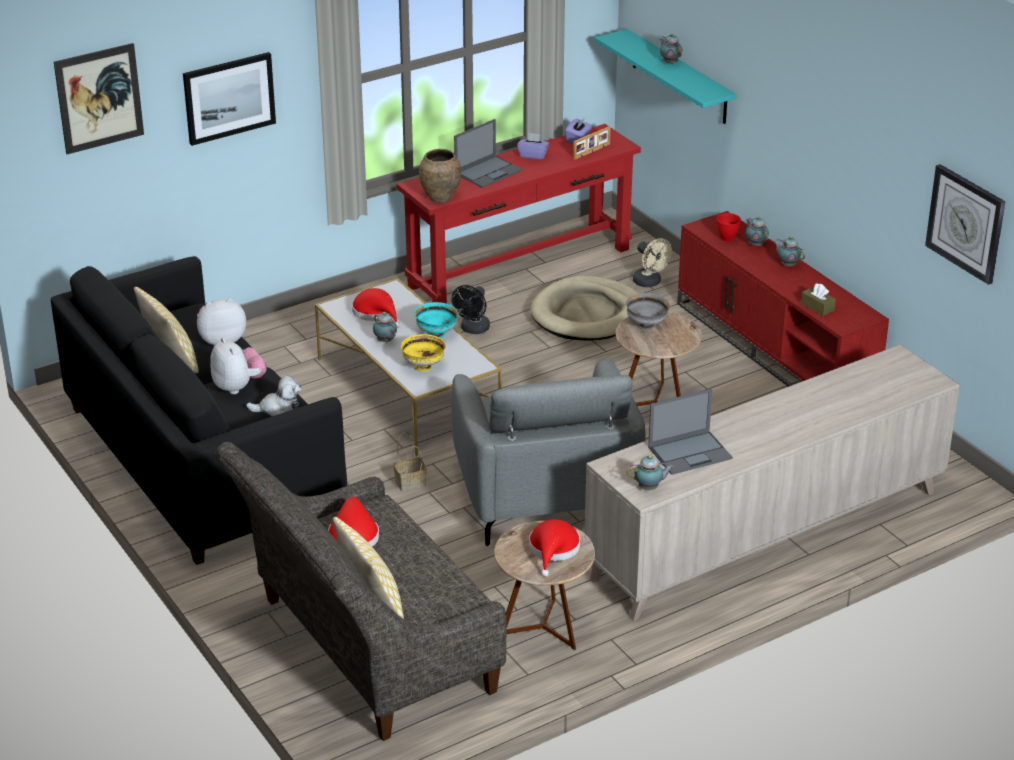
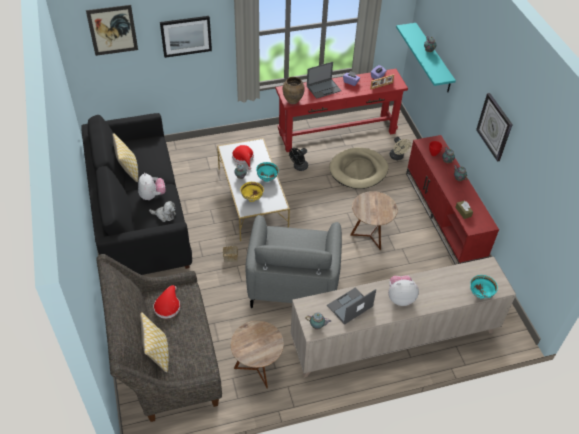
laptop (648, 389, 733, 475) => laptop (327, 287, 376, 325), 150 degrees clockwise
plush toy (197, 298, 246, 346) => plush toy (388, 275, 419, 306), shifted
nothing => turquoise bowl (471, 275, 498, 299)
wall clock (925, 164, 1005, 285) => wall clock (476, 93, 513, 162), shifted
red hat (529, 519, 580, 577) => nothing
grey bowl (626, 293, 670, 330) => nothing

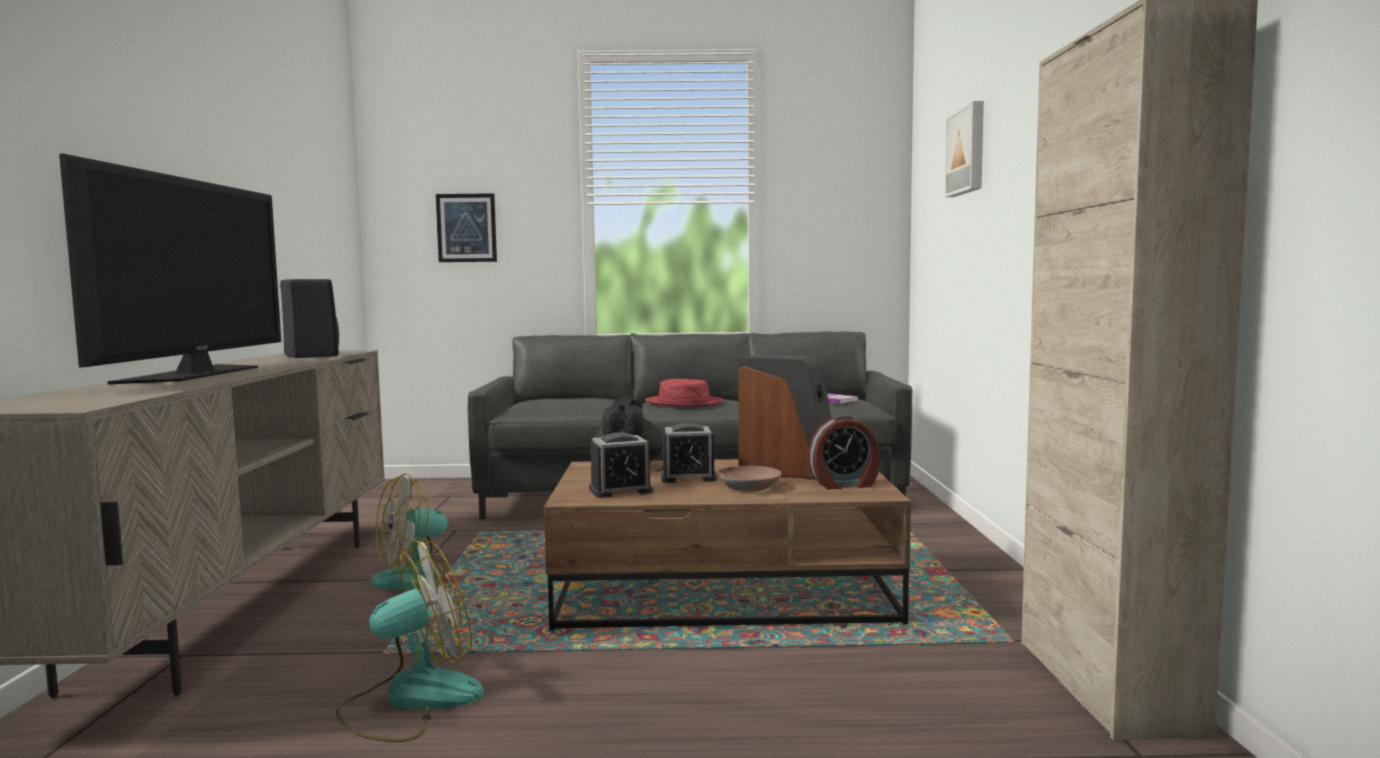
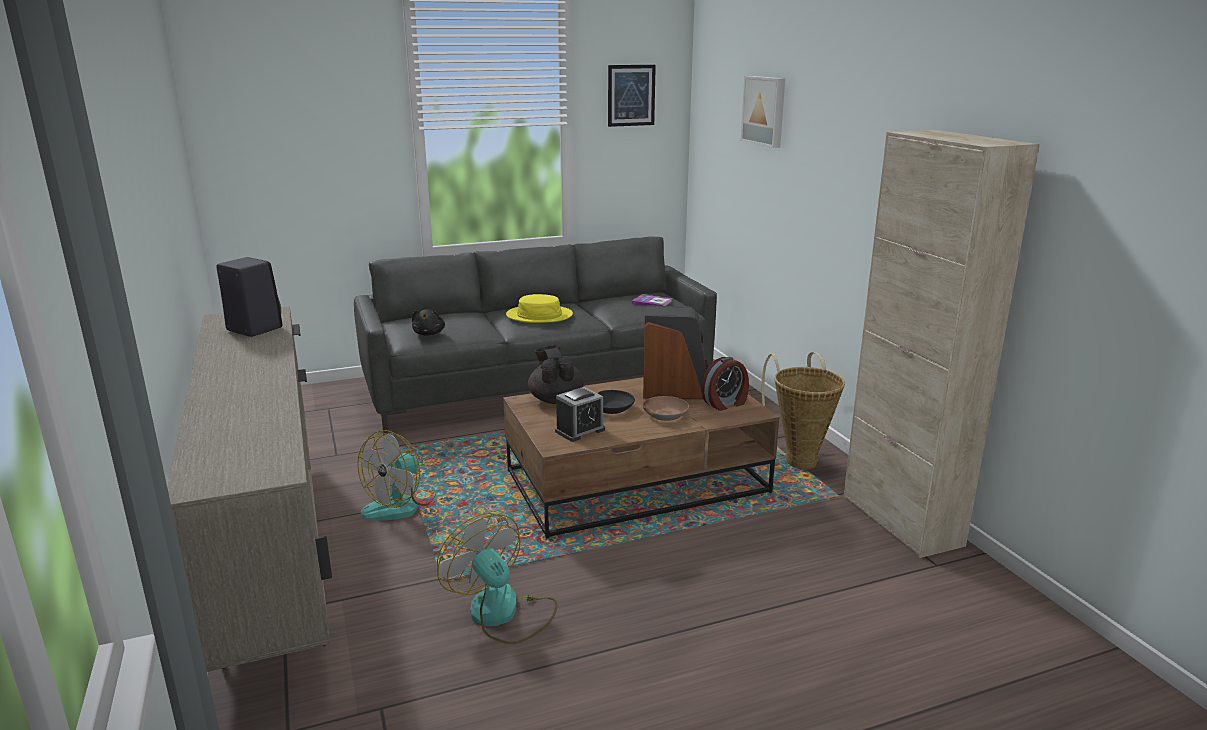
nothing => black plush toy (412, 309, 445, 336)
fan (336, 539, 484, 742) => fan (437, 513, 558, 644), 75 degrees counterclockwise
red hat (645, 379, 724, 406) => yellow hat (506, 294, 573, 323)
alarm clock (661, 423, 717, 483) => black bowl (598, 390, 635, 414)
picture (436, 193, 497, 262) => picture (608, 65, 656, 127), shifted
nothing => basket (762, 352, 845, 470)
television (59, 154, 281, 384) => nothing

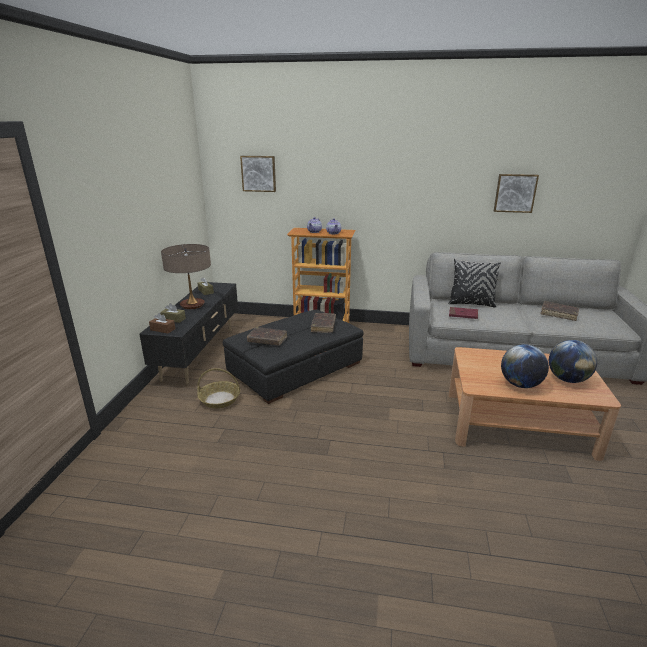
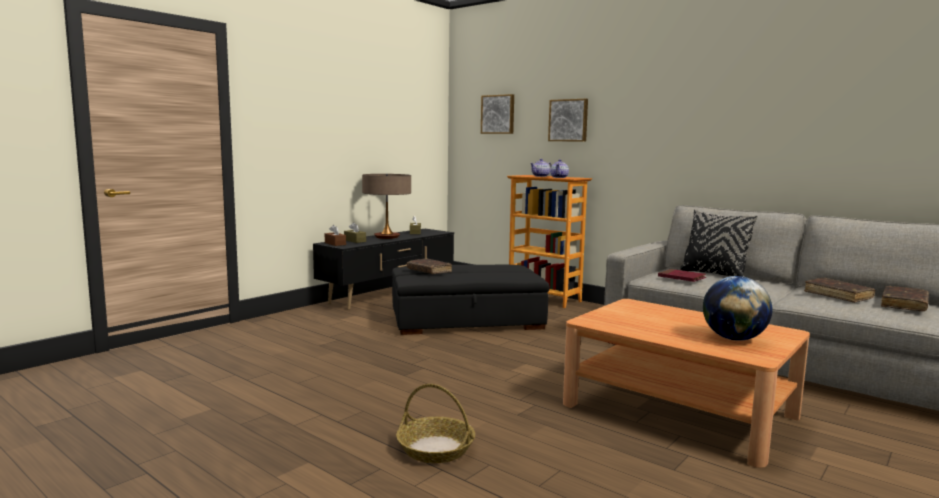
basket (197, 368, 240, 408) => basket (396, 384, 475, 463), shifted
picture (494, 174, 539, 213) => picture (548, 99, 588, 142), shifted
brown book (311, 313, 336, 333) => brown book (881, 286, 929, 311), shifted
globe (501, 344, 549, 388) => nothing

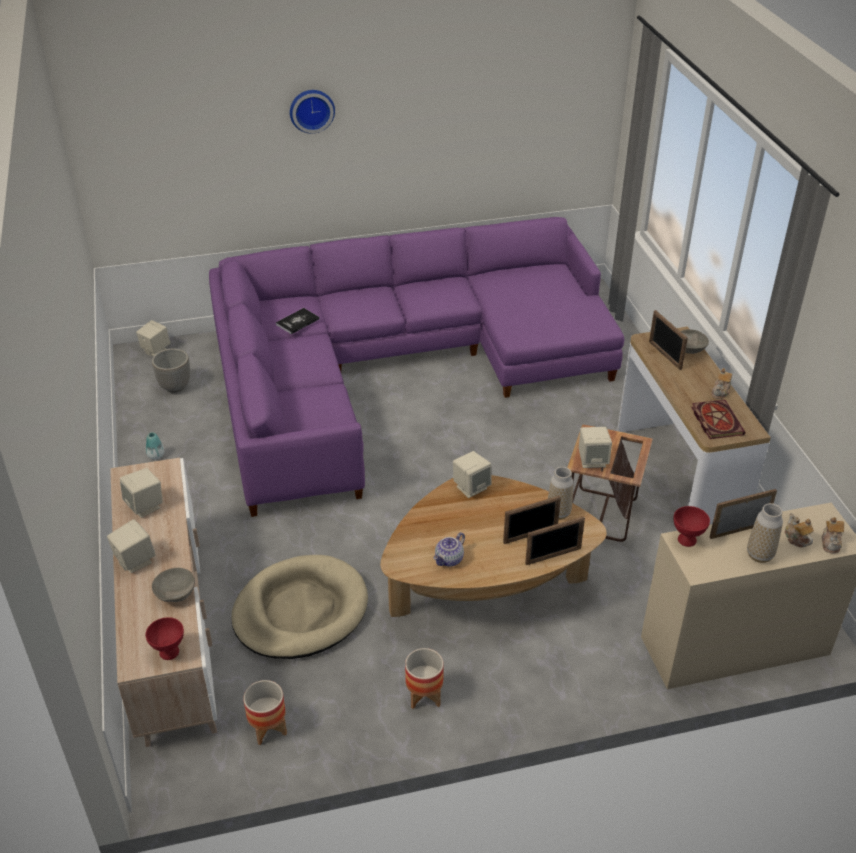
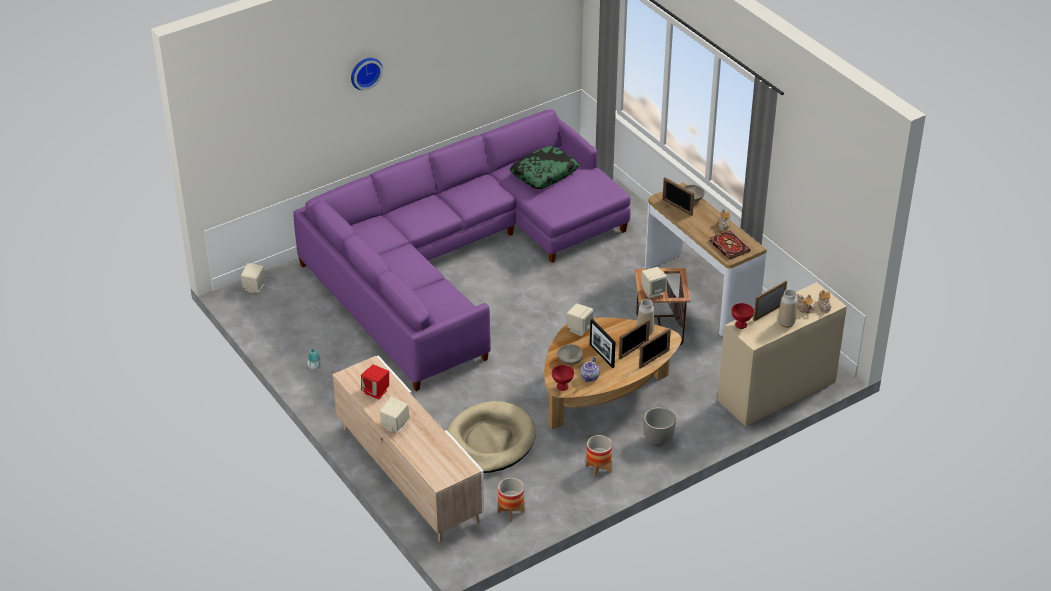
beige speaker (120, 468, 163, 518) => red speaker (361, 365, 389, 399)
nothing => pillow (509, 146, 580, 189)
red bowl (146, 617, 184, 660) => red bowl (552, 365, 574, 391), shifted
grey bowl (152, 568, 195, 602) => grey bowl (557, 344, 583, 365), shifted
nothing => picture frame (590, 319, 615, 368)
planter (152, 348, 190, 393) => planter (643, 407, 676, 446), shifted
book (276, 308, 320, 334) => nothing

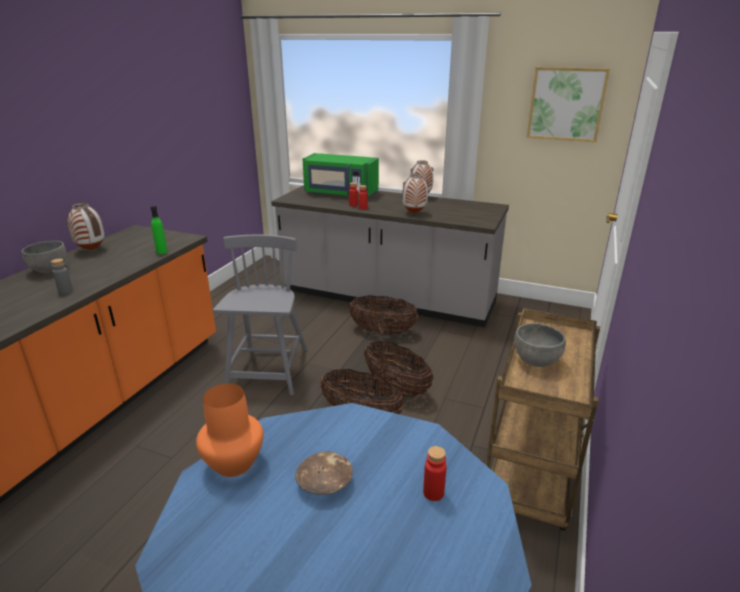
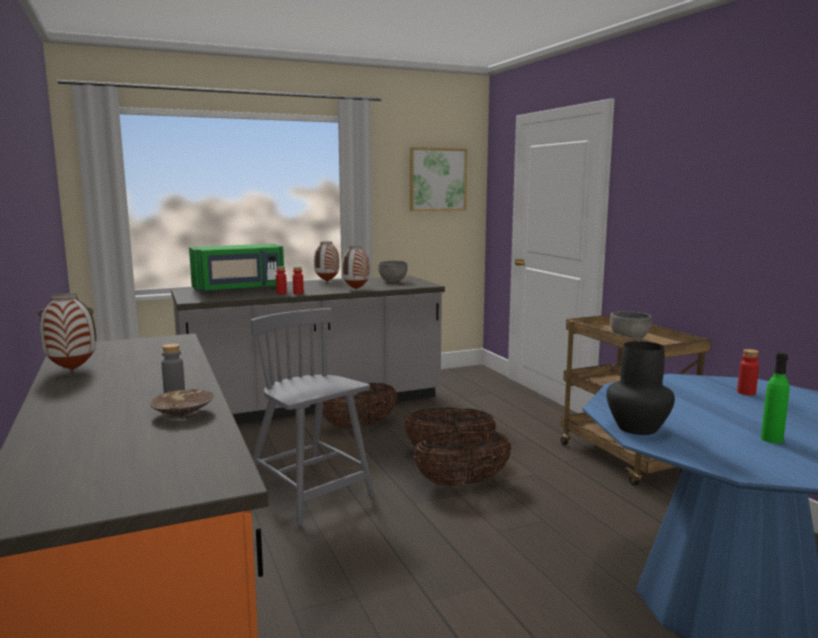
brown bowl (295, 451, 353, 495) => brown bowl (150, 389, 214, 419), shifted
grey bowl (21, 241, 66, 273) => grey bowl (378, 260, 408, 282), shifted
orange vase (196, 384, 263, 477) => black vase (606, 341, 675, 435)
green bottle (151, 206, 168, 254) => green bottle (761, 352, 789, 443), shifted

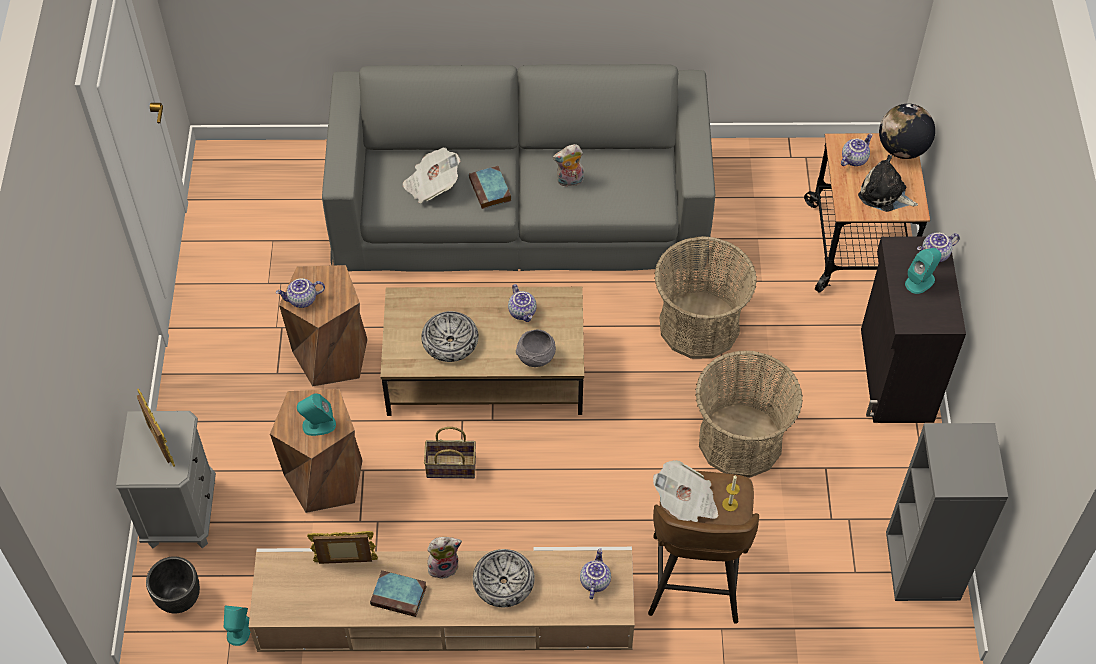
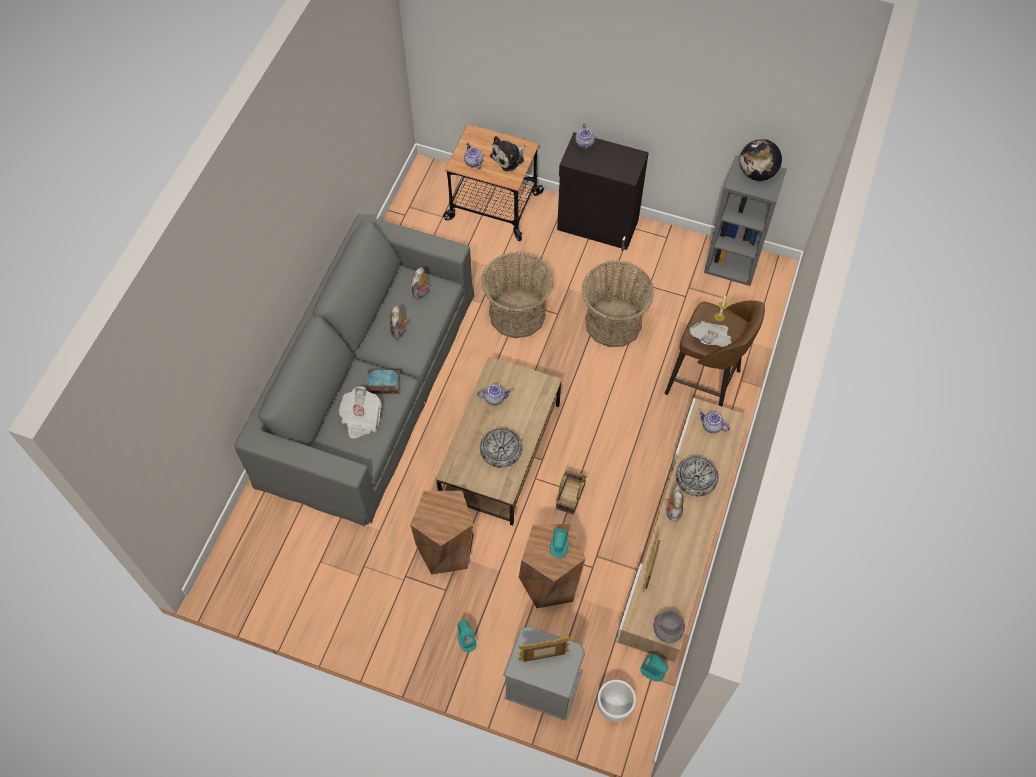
nothing => plush toy (411, 268, 429, 301)
turquoise speaker (905, 248, 941, 294) => turquoise speaker (457, 620, 477, 652), shifted
black planter (146, 556, 200, 614) => white planter (597, 680, 636, 722)
grey bowl (516, 330, 556, 367) => grey bowl (653, 611, 685, 643), shifted
globe (879, 104, 935, 159) => globe (740, 139, 782, 181), shifted
teapot (276, 278, 325, 308) => nothing
book (370, 570, 427, 617) => nothing

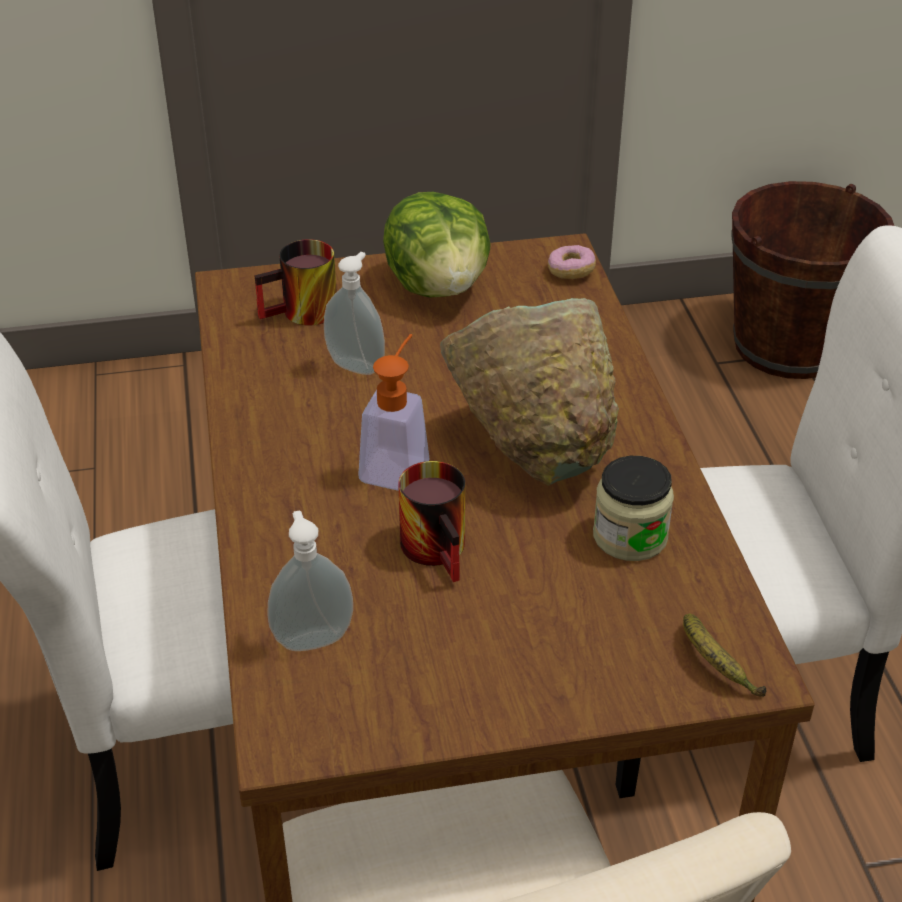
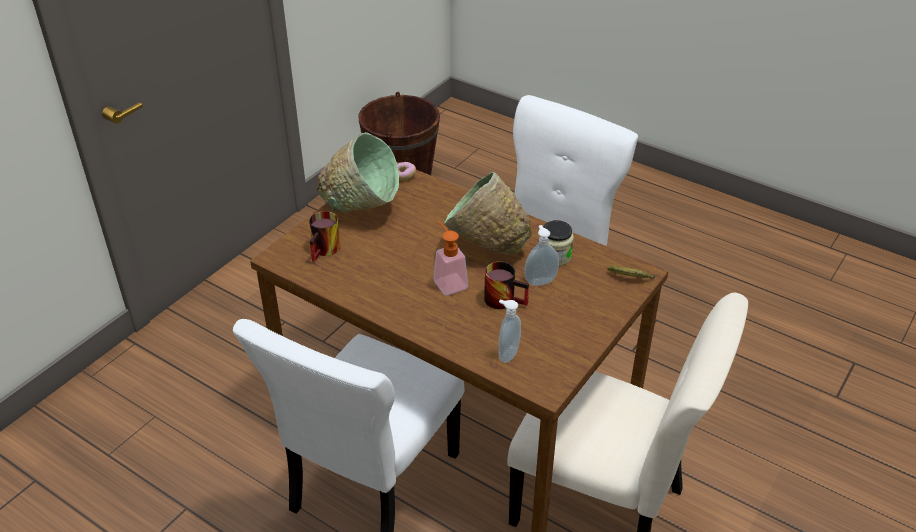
lettuce (383, 192, 491, 297) => green bowl (317, 132, 399, 213)
soap dispenser (324, 252, 385, 375) => soap dispenser (524, 225, 559, 286), shifted

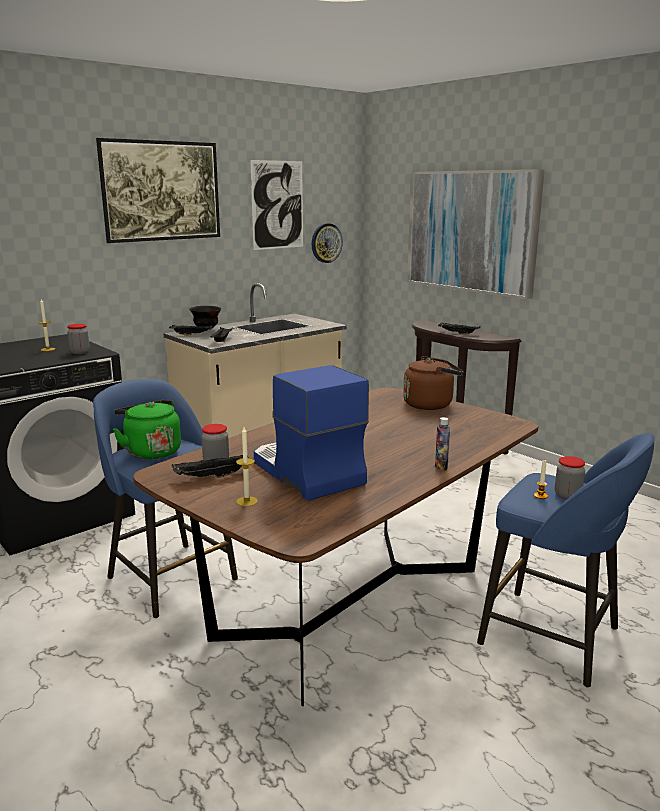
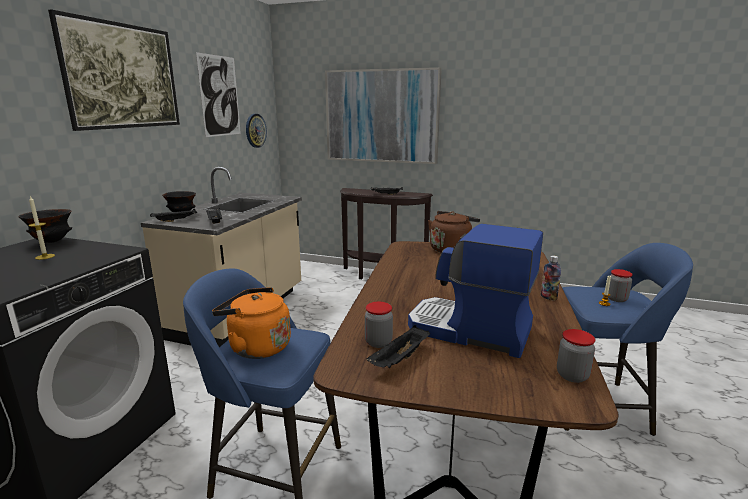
nothing => black bowl (19, 209, 72, 243)
green kettle (113, 400, 181, 460) => orange kettle (212, 287, 291, 359)
jar (67, 324, 90, 354) => jar (557, 329, 595, 383), shifted
candle (236, 427, 258, 507) => nothing

